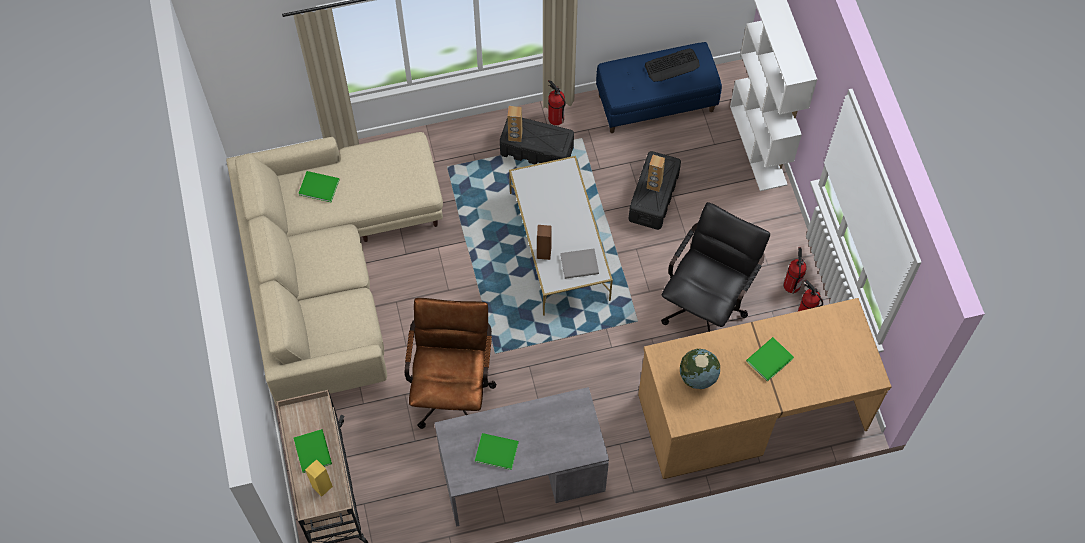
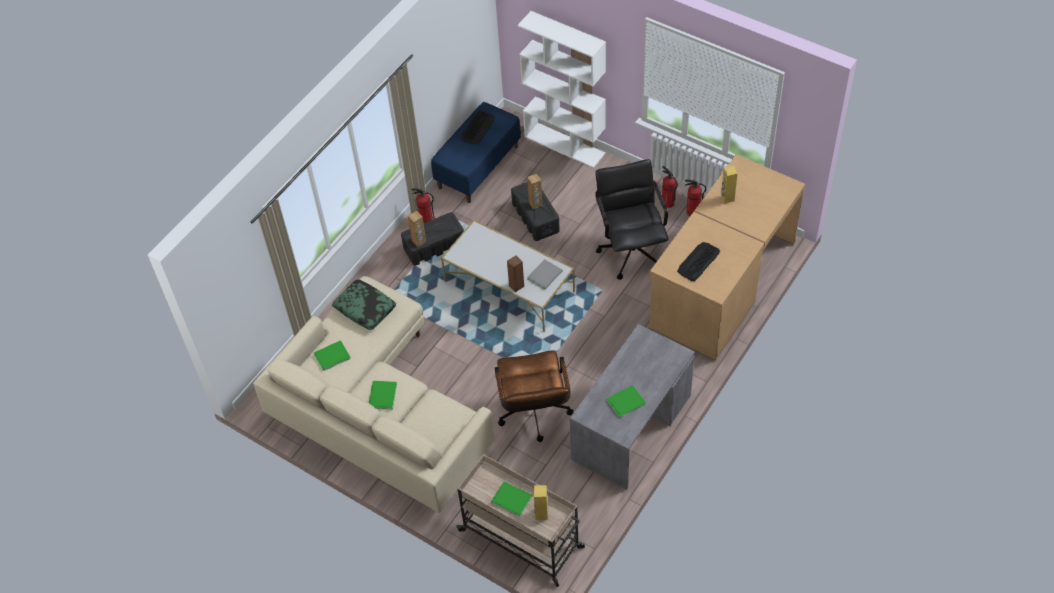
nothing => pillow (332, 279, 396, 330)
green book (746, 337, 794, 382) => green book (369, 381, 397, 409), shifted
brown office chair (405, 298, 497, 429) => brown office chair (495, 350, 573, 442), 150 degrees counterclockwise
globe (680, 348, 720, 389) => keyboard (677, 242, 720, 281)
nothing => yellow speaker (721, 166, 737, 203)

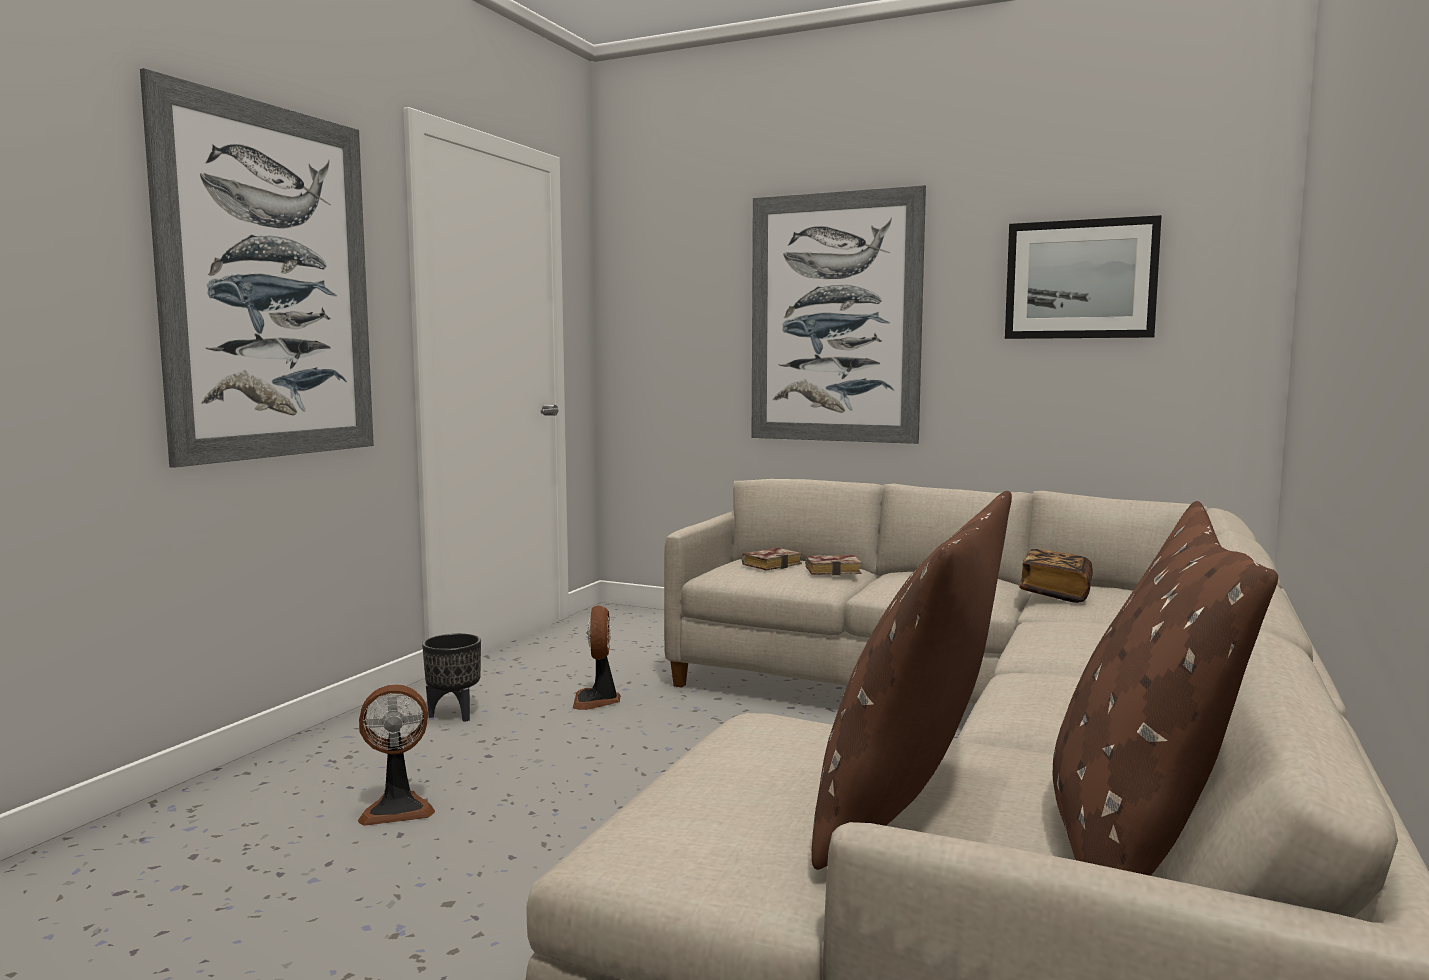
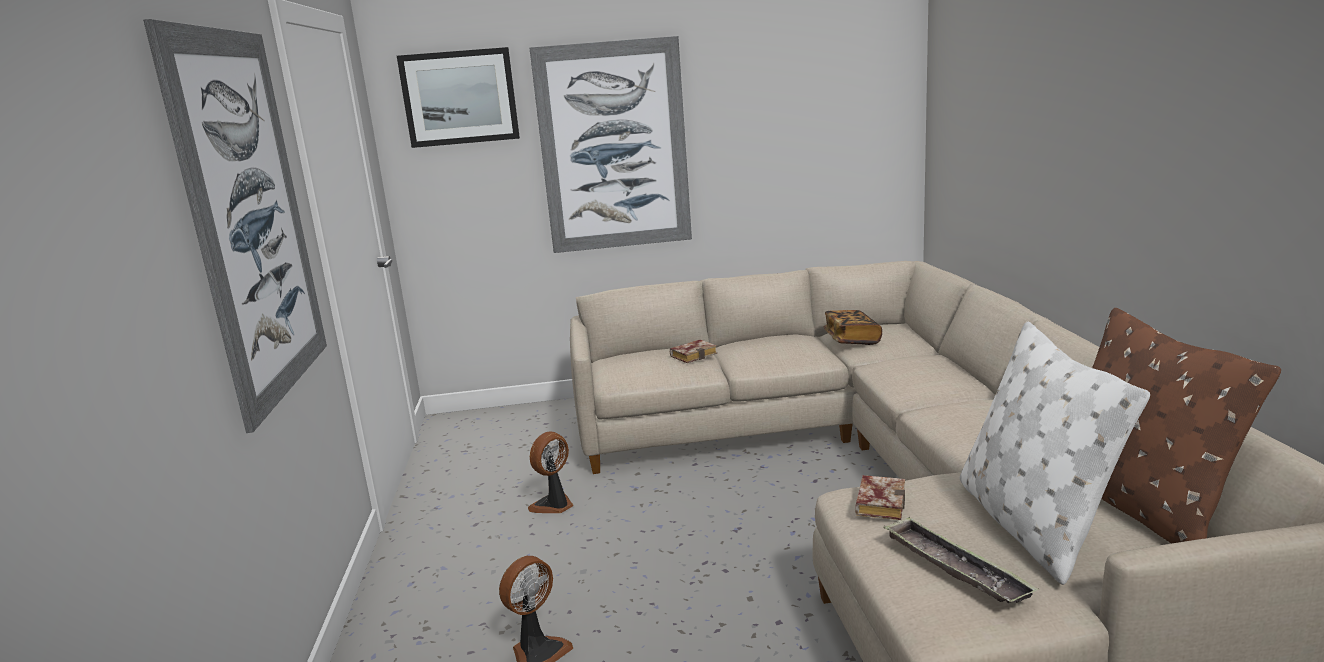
picture (1005, 215, 1161, 339) => picture (397, 47, 520, 148), shifted
fan (573, 605, 621, 710) => fan (528, 431, 573, 513), 75 degrees clockwise
book (742, 548, 802, 571) => book (855, 475, 905, 520), shifted
nothing => tray (883, 517, 1039, 603)
brown pillow (811, 491, 1012, 870) => white pillow (960, 322, 1150, 585)
black planter (422, 633, 481, 722) => nothing

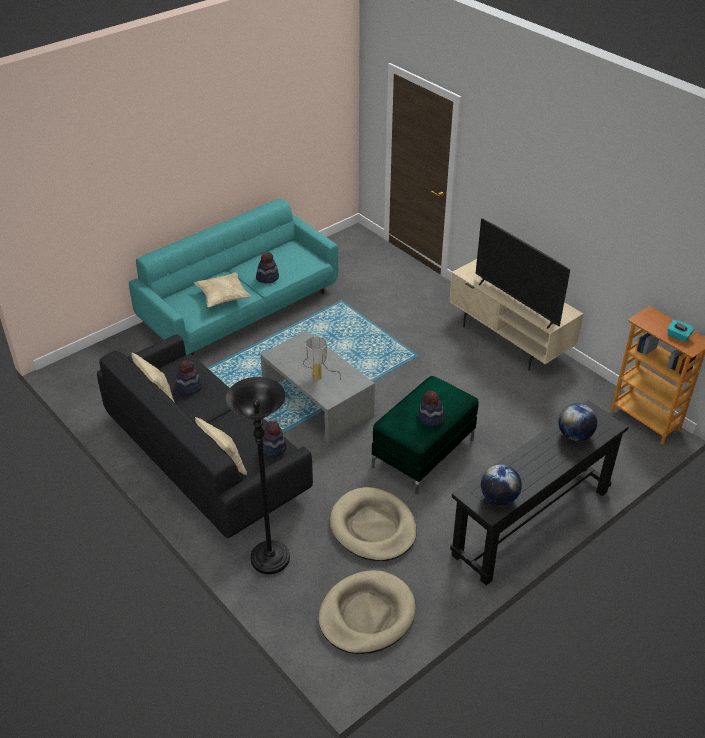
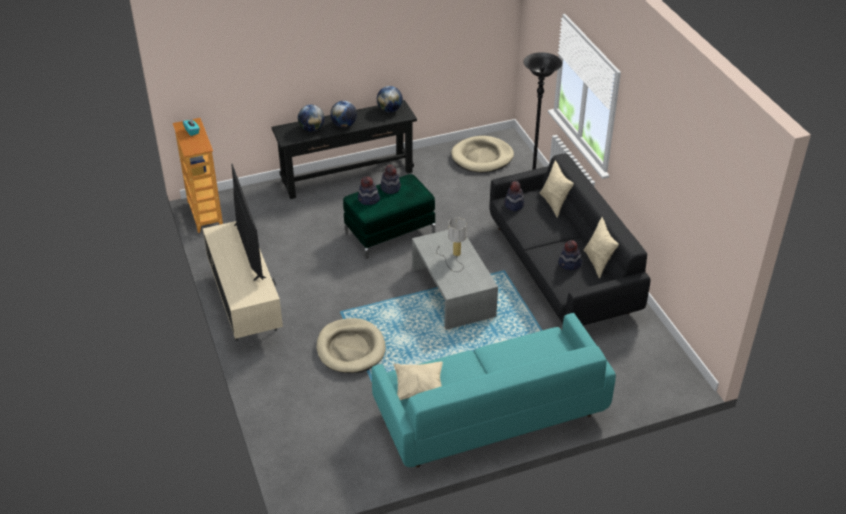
beige dog bed (330, 487, 417, 561) => beige dog bed (316, 318, 386, 373), shifted
nothing => globe (330, 101, 357, 128)
hat (256, 252, 279, 283) => hat (358, 176, 380, 205), shifted
beige pillow (194, 272, 251, 307) => beige pillow (393, 361, 443, 400), shifted

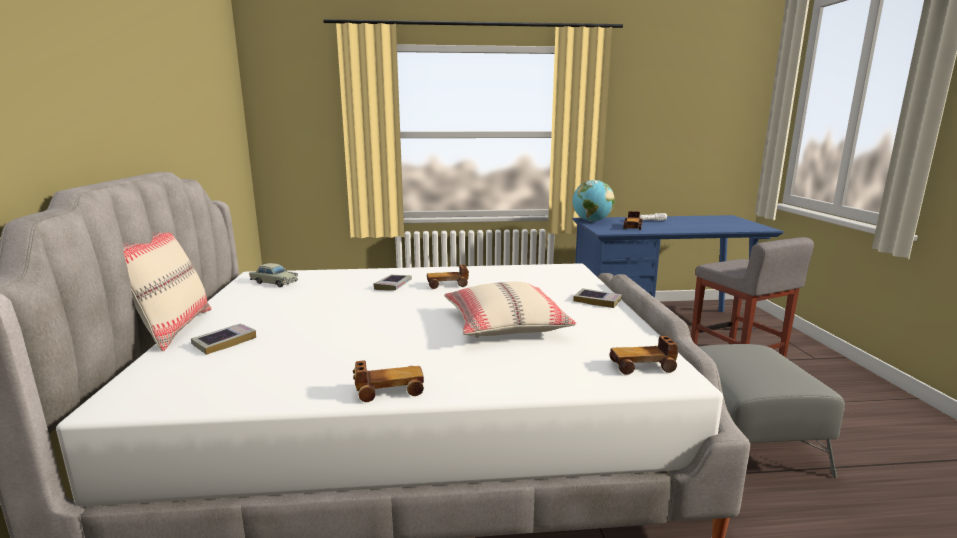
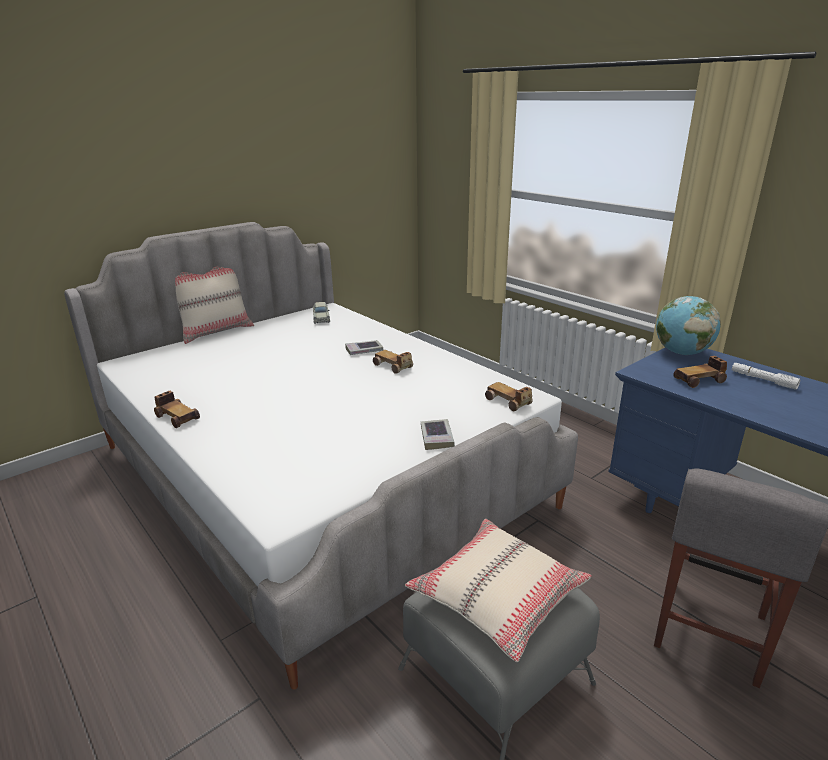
beige pillow (444, 282, 576, 338) => beige pillow (405, 519, 592, 662), shifted
toy car (609, 336, 678, 375) => toy car (485, 382, 533, 411), shifted
book (191, 323, 256, 355) => nothing

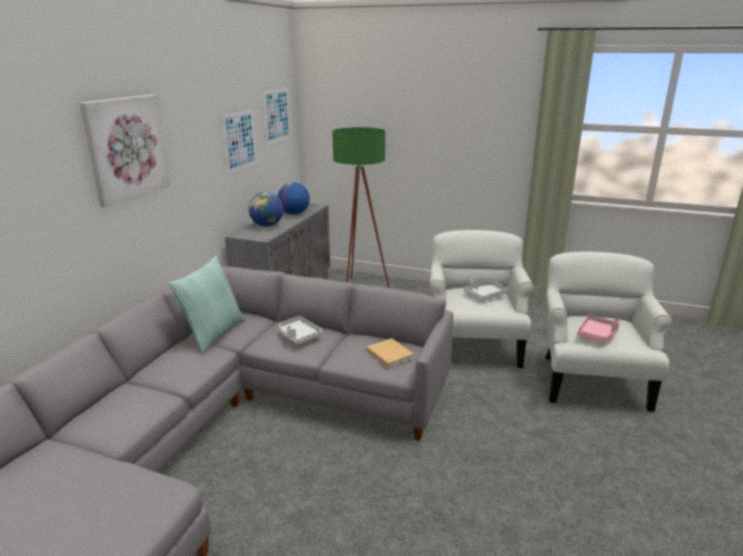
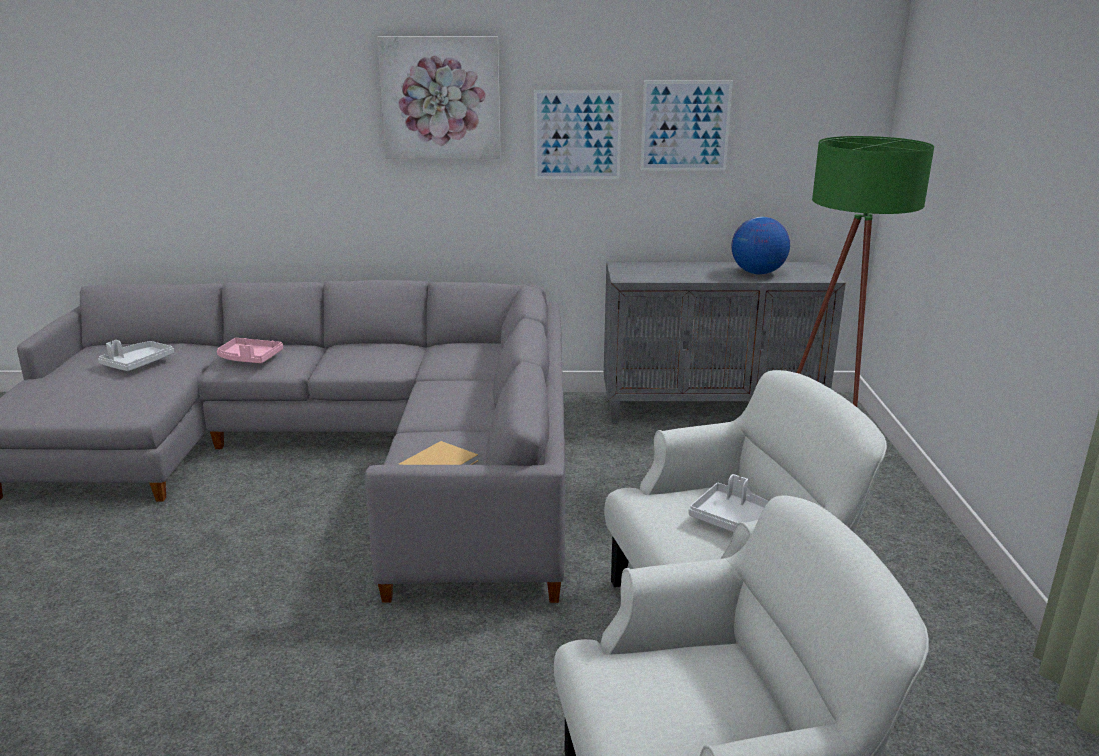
grey tray (279, 316, 323, 344) => grey tray (98, 340, 174, 371), shifted
pink tray (577, 315, 620, 342) => pink tray (217, 338, 283, 363), shifted
picture (263, 88, 291, 144) => picture (534, 90, 622, 179), shifted
pillow (169, 255, 245, 354) => nothing
globe (249, 192, 283, 227) => nothing

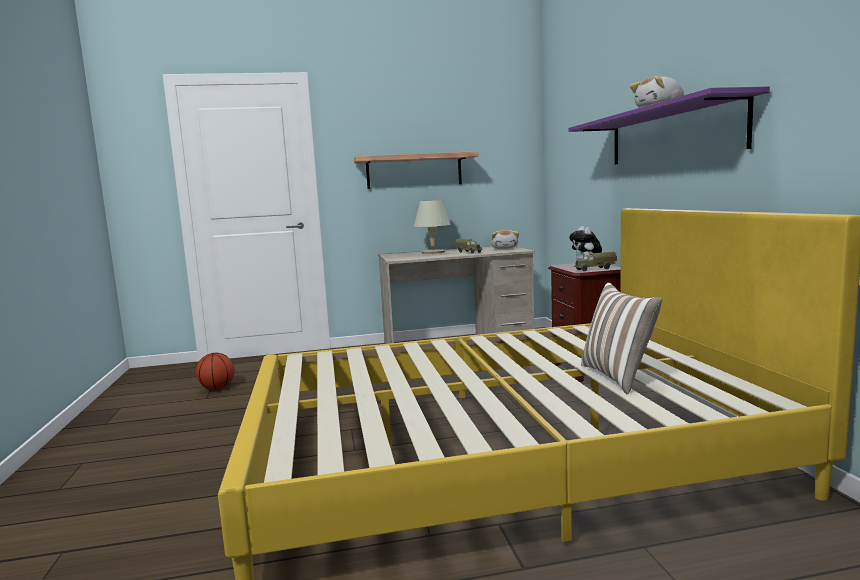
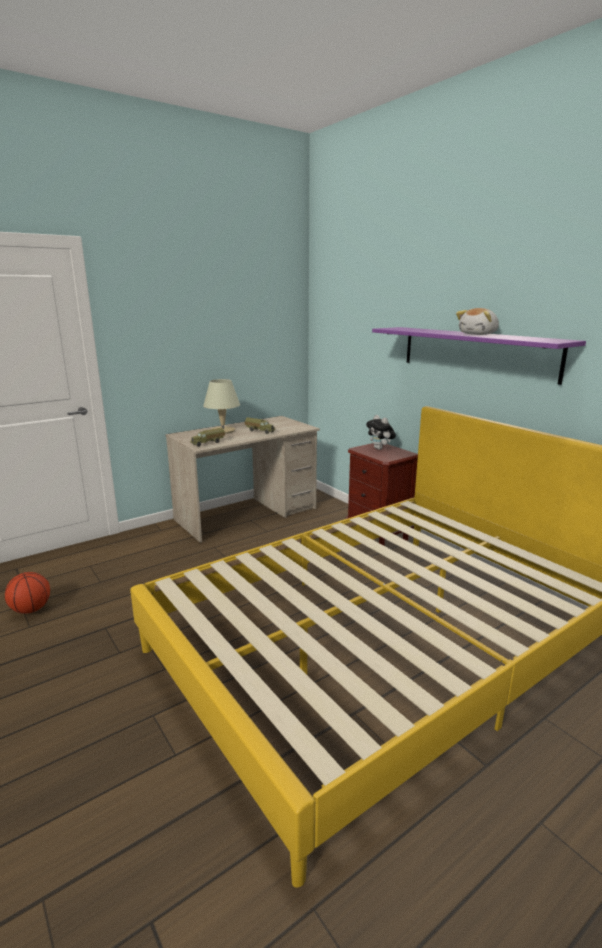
toy truck (574, 252, 617, 271) => toy truck (190, 428, 225, 447), shifted
shelf (354, 151, 478, 189) => nothing
plush toy (491, 229, 519, 249) => nothing
pillow (581, 283, 662, 394) => nothing

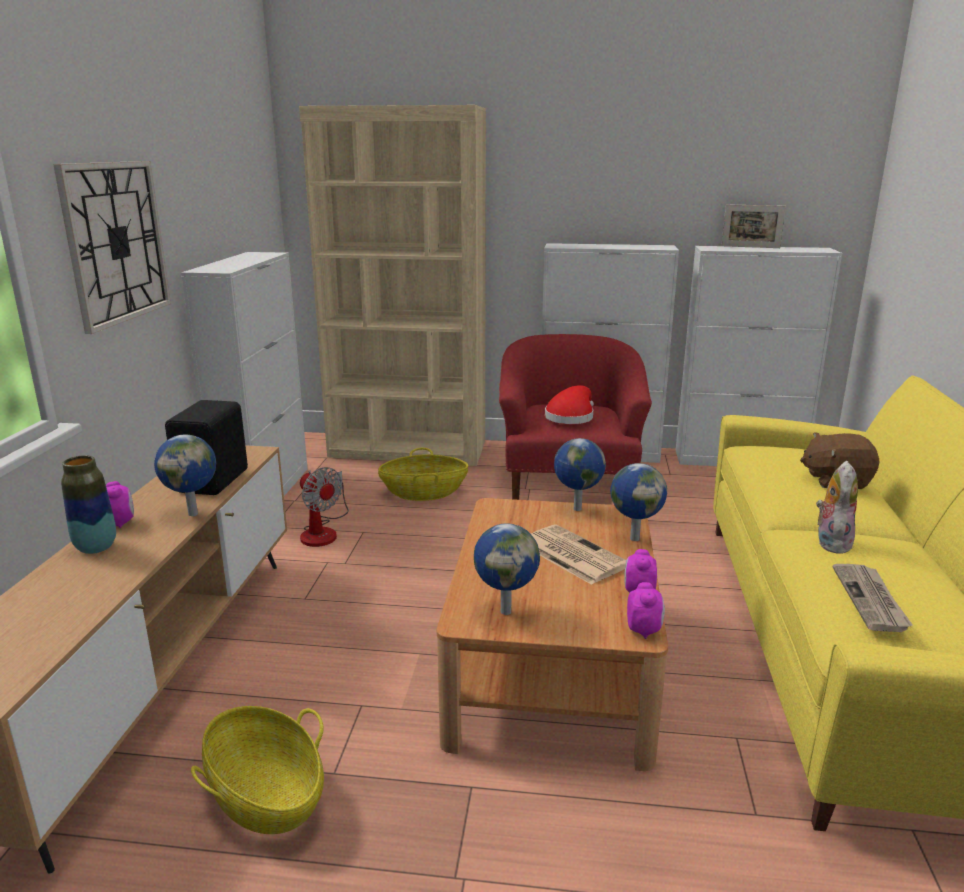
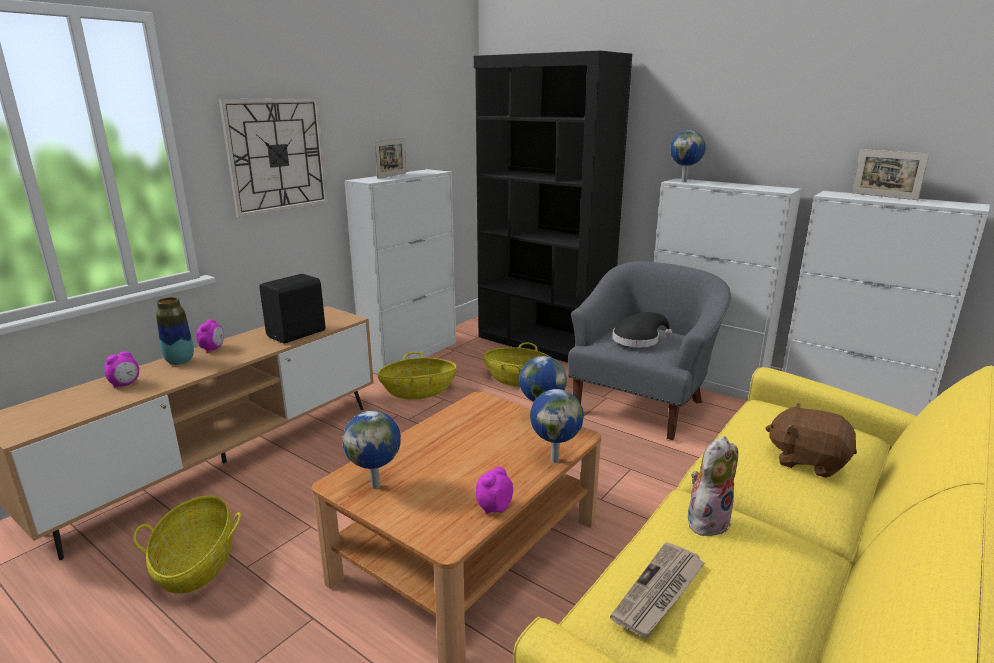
alarm clock (627, 582, 665, 639) => alarm clock (105, 351, 139, 388), shifted
nothing => picture frame (375, 138, 406, 179)
fan (300, 467, 349, 547) => basket (378, 352, 457, 400)
beige bookcase (299, 105, 486, 466) => black bookcase (474, 51, 632, 363)
red armchair (499, 334, 652, 500) => grey armchair (568, 261, 731, 440)
red hat (545, 385, 594, 424) => black hat (613, 312, 672, 347)
globe (154, 435, 216, 516) => globe (670, 130, 706, 182), shifted
newspaper (531, 525, 626, 585) => nothing

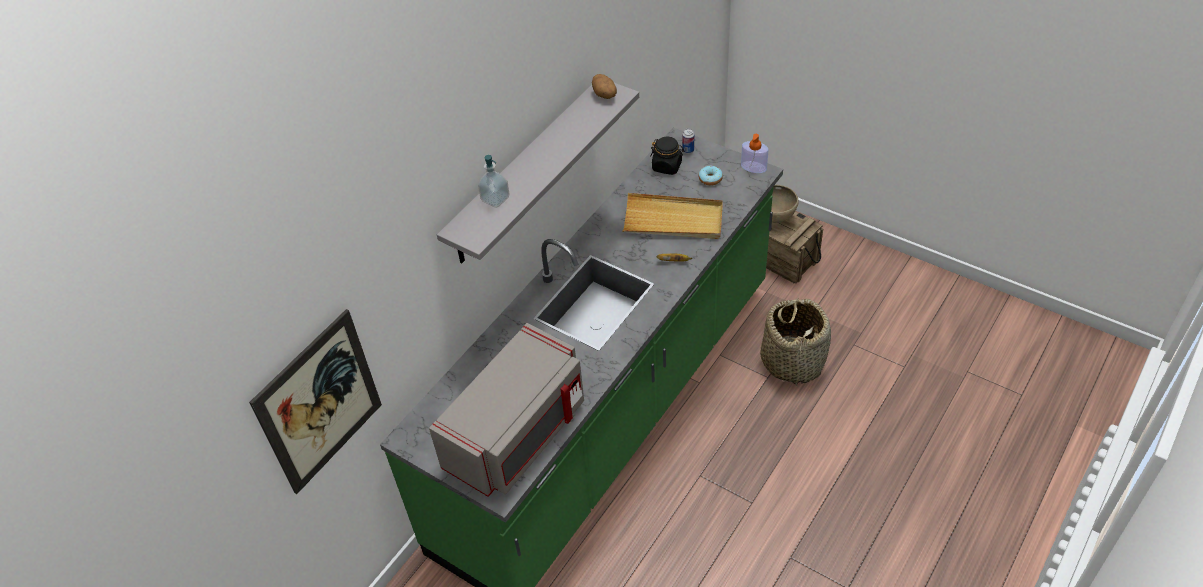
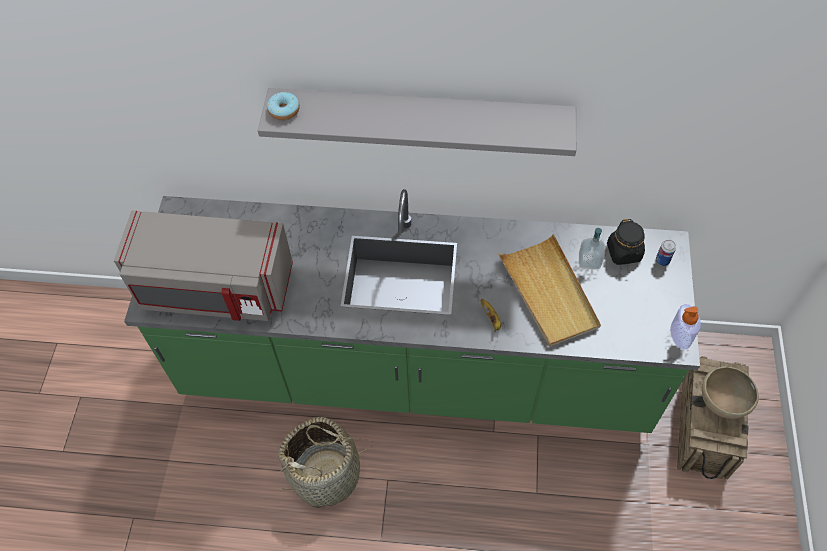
donut (699, 166, 723, 186) => donut (267, 92, 300, 120), shifted
basket (760, 299, 831, 386) => basket (278, 417, 374, 508), shifted
soap dispenser (478, 155, 509, 208) => soap dispenser (579, 228, 605, 269), shifted
picture (249, 309, 382, 494) => nothing
potato (592, 74, 617, 99) => nothing

